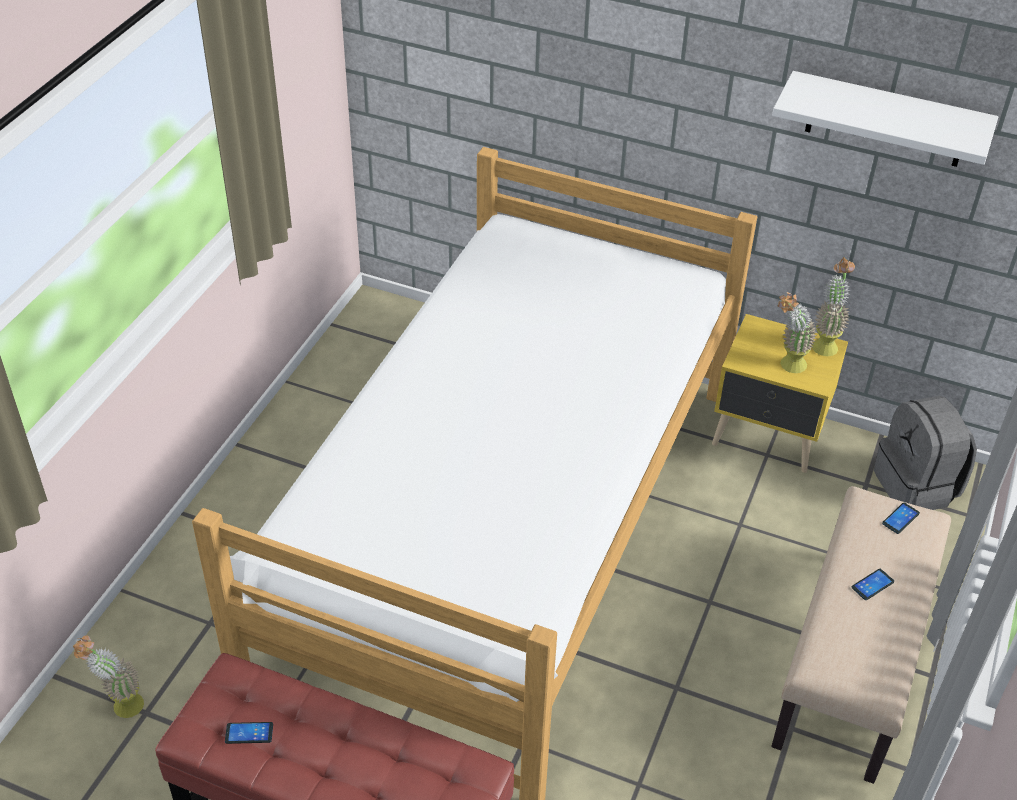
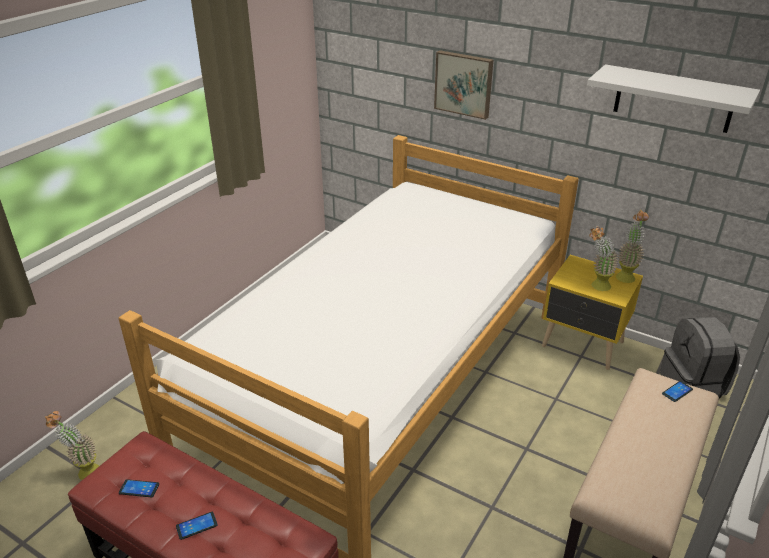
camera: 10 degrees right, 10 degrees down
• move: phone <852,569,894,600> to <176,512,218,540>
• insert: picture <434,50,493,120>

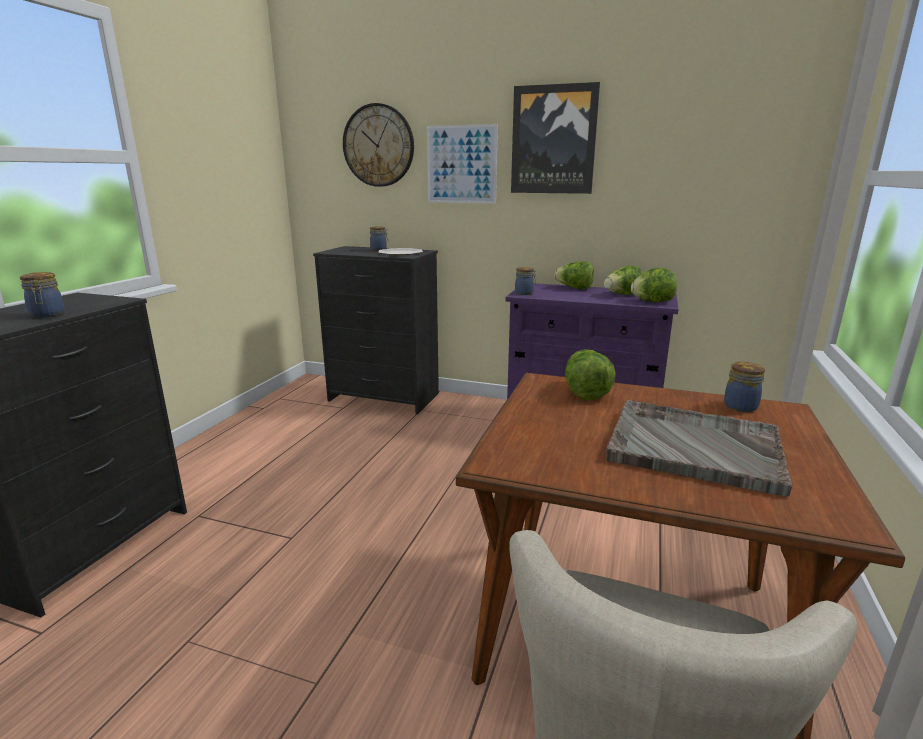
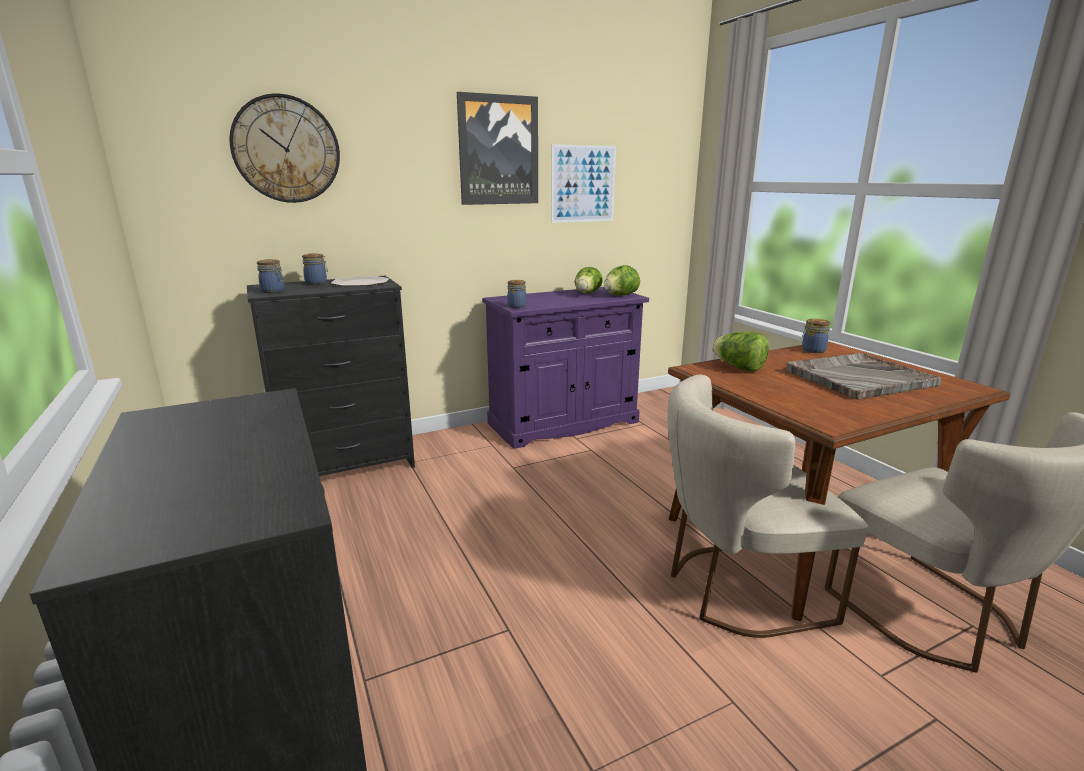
camera: 45 degrees left, 0 degrees up
• move: picture <427,124,498,204> to <551,144,616,223>
• delete: lettuce <554,261,594,289>
• move: jar <20,272,64,318> to <257,259,284,293>
• insert: beige chair <667,375,868,638>

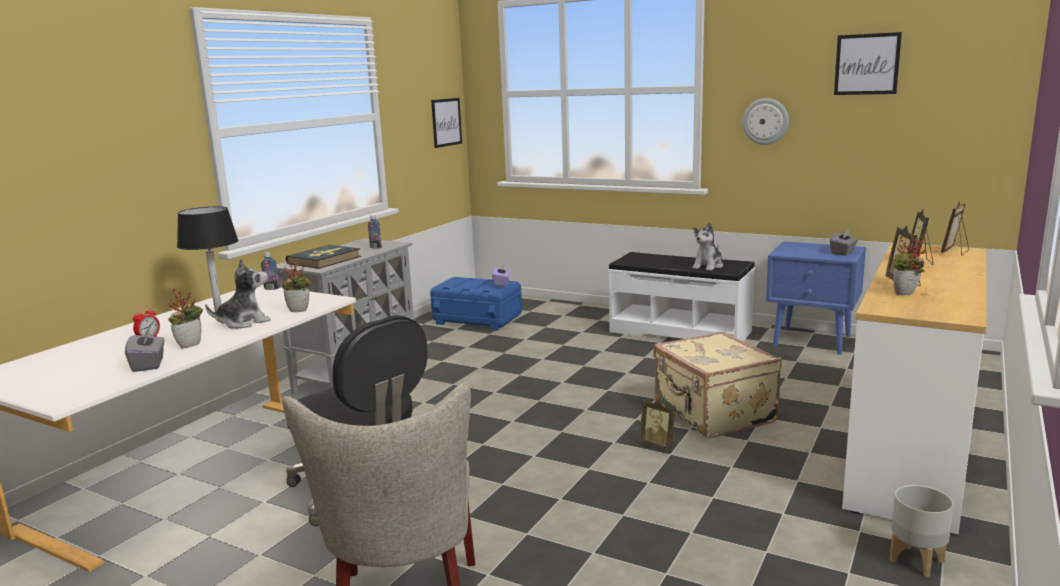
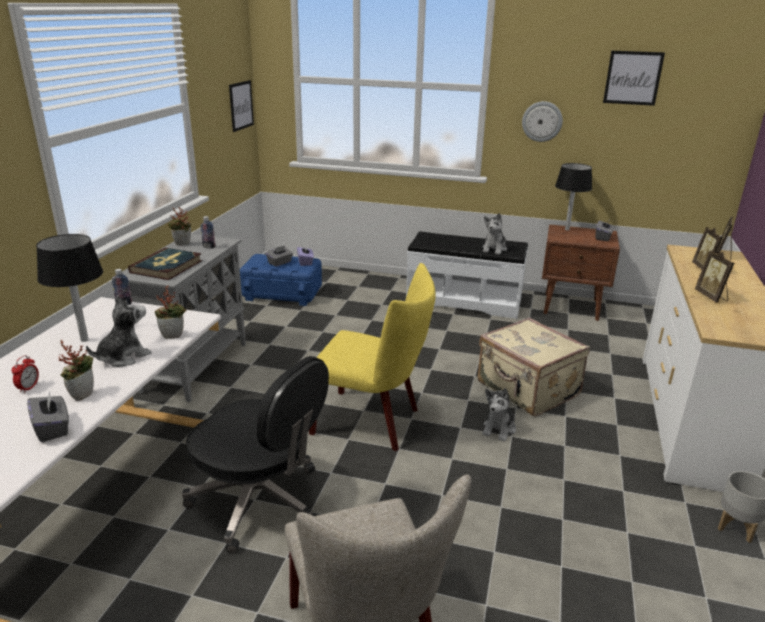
camera: 15 degrees left, 10 degrees up
• move: potted plant <892,235,926,295> to <168,207,191,245>
• recolor: blue nightstand <766,242,866,355> to brown nightstand <542,224,620,321>
• replace: picture frame <639,400,676,453> to plush toy <482,388,516,442>
• insert: black table lamp <555,163,592,230>
• insert: grey tissue box <266,245,293,266>
• insert: yellow chair <309,263,436,451>

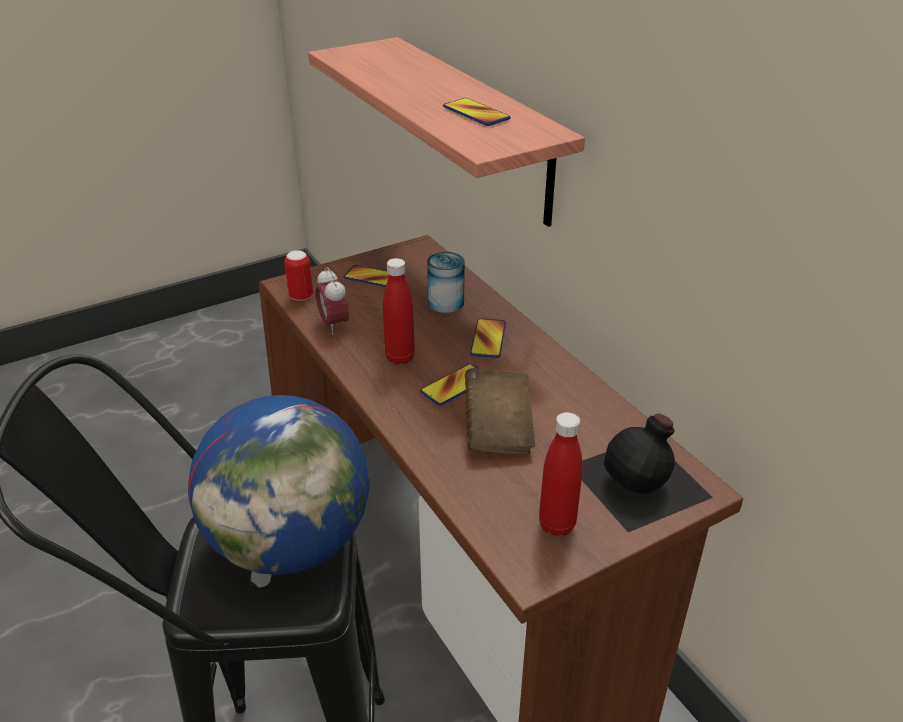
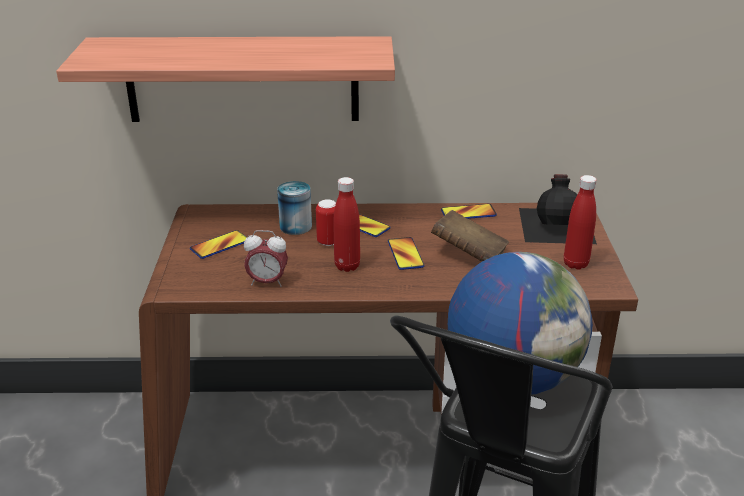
camera: 60 degrees left, 5 degrees down
• move: phone <443,98,511,126> to <441,204,497,219>
• move: can <284,250,313,301> to <316,199,336,246>

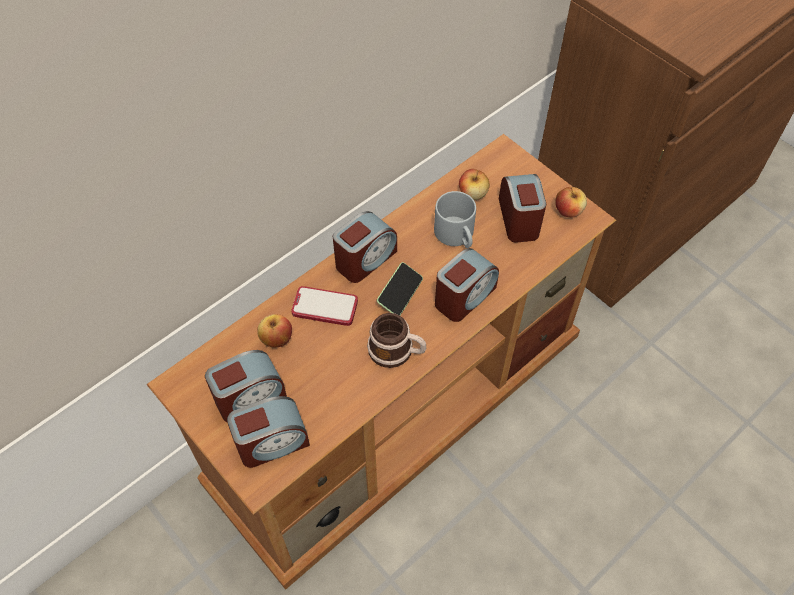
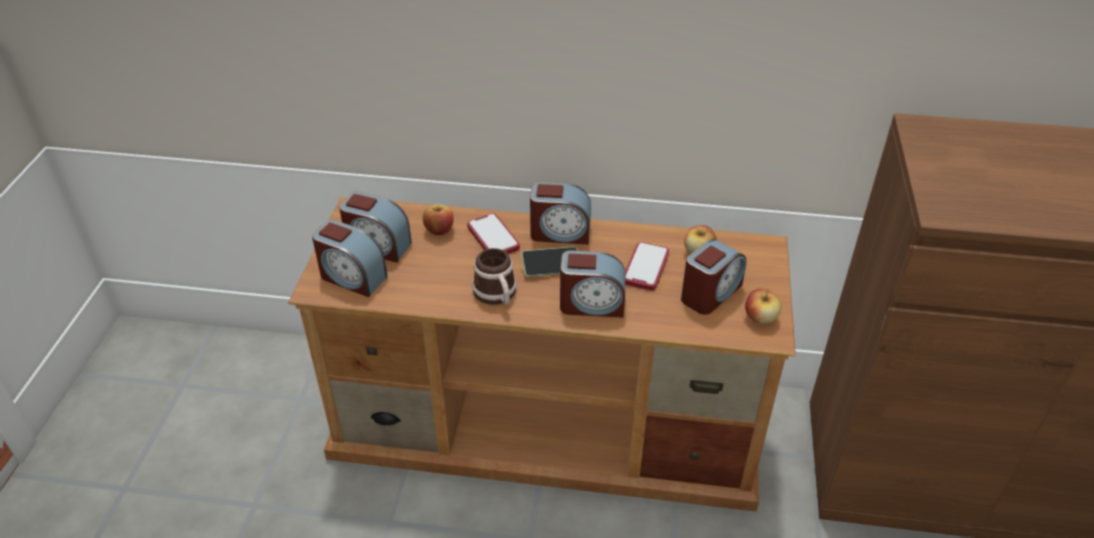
camera: 50 degrees right, 15 degrees down
• replace: grey mug <434,191,476,248> to phone <625,242,669,290>

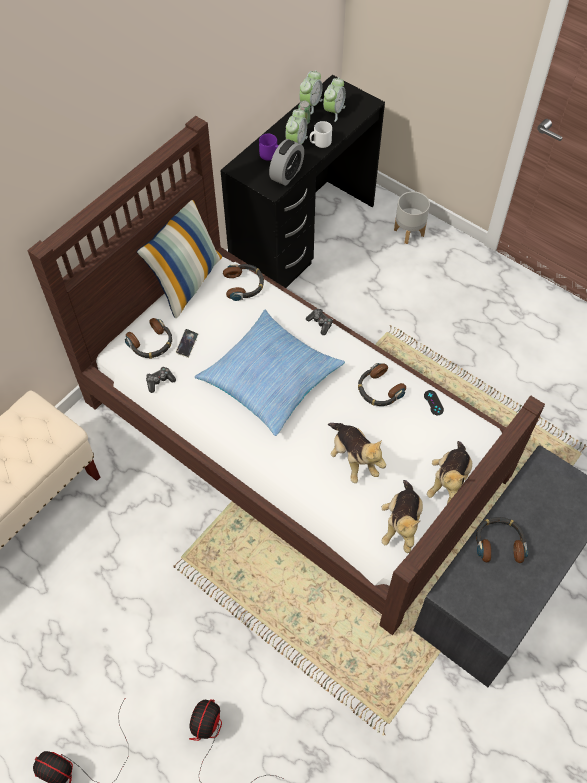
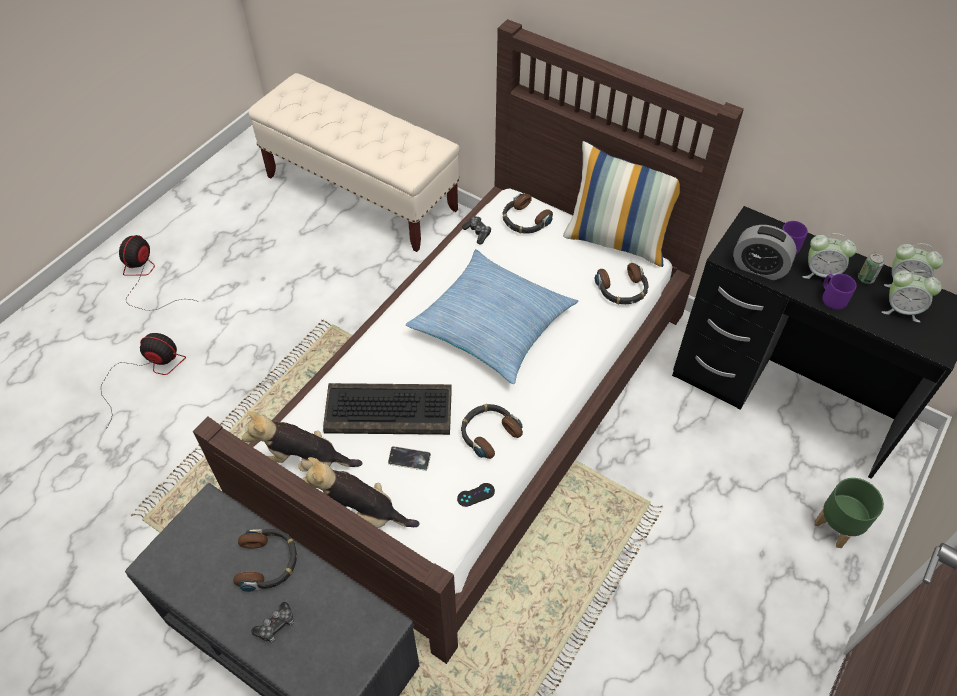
camera: 85 degrees right, 5 degrees down
• recolor: white mug <310,121,332,148> to purple mug <822,274,856,310>
• recolor: grey planter <394,191,430,244> to green planter <814,478,884,548>
• move: game controller <306,309,333,335> to <252,602,294,642>
• move: phone <175,329,198,358> to <388,446,431,471>
• replace: plush toy <328,423,386,483> to keyboard <323,383,452,435>

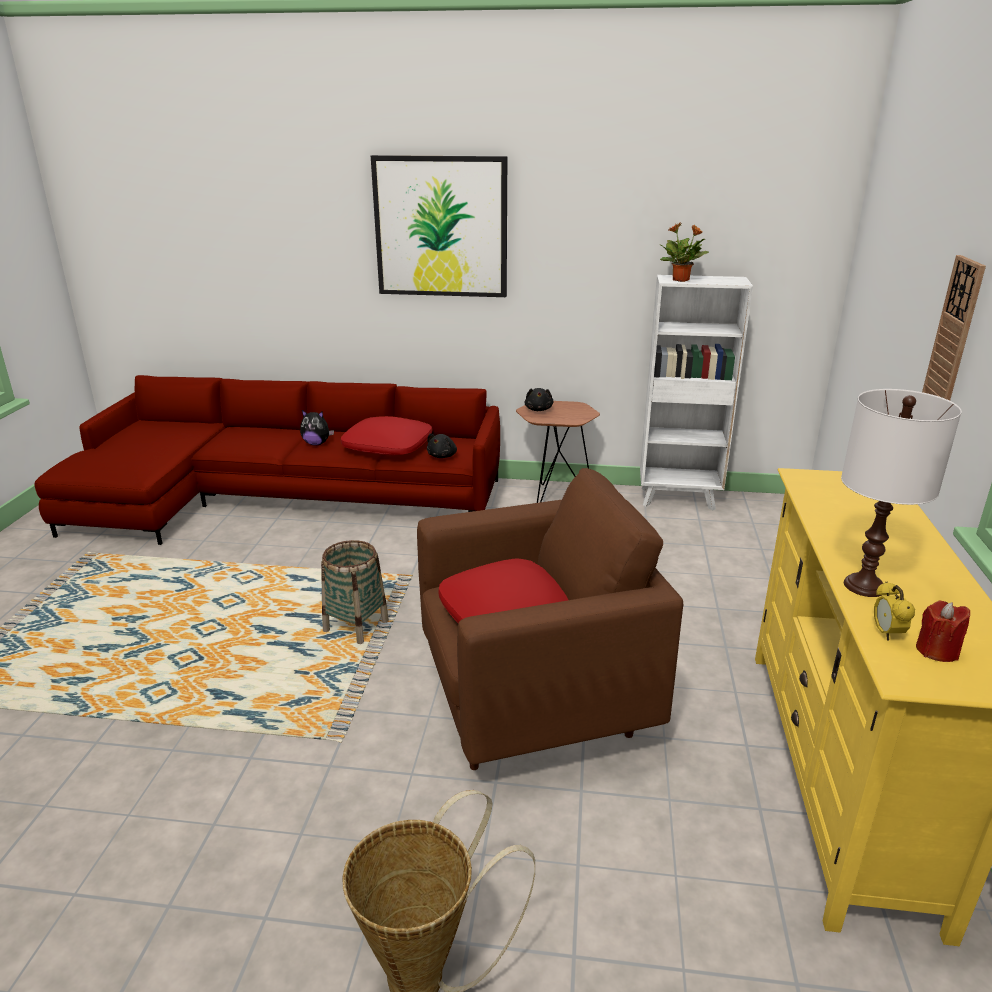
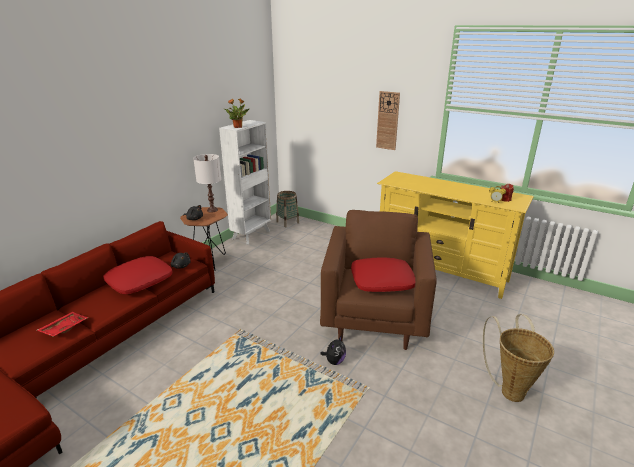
camera: 65 degrees left, 0 degrees up
• delete: picture <371,155,507,297>
• move: white table lamp <841,389,962,597> to <193,154,221,213>
• move: plush toy <300,410,334,446> to <320,336,346,365>
• move: basket <321,540,389,644> to <276,191,299,227>
• insert: red tray <37,312,88,337>

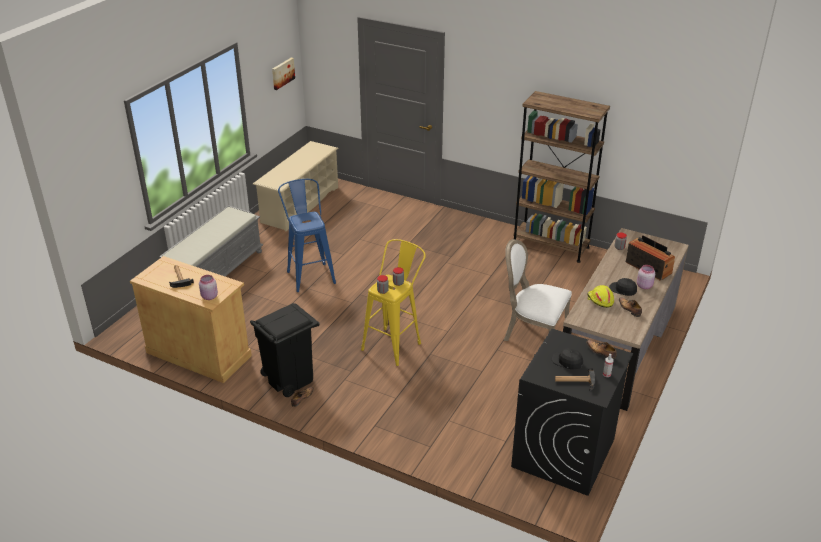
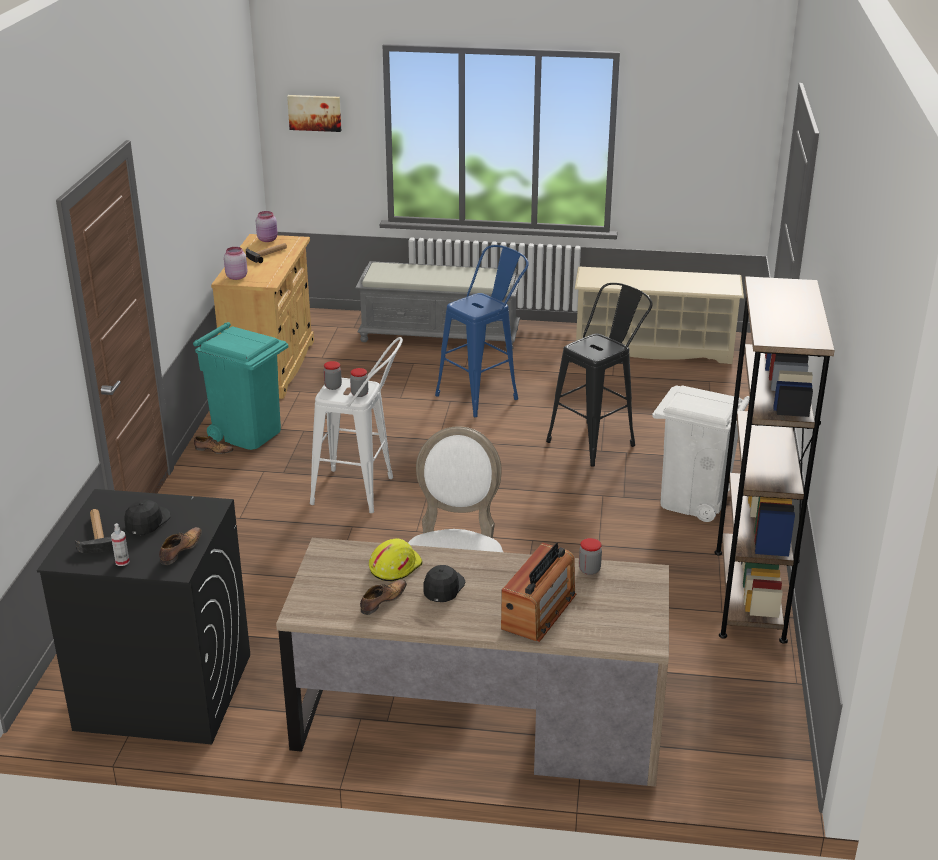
camera: 70 degrees right, 5 degrees down
• move: picture <272,58,295,90> to <287,95,341,132>
• recolor: yellow stool <361,239,426,366> to white stool <310,337,403,513>
• move: pink jar <637,265,655,289> to <256,211,278,242>
• recolor: black trash can <250,303,320,397> to turquoise trash can <193,322,288,450>
• insert: black stool <546,283,653,467>
• insert: white trash can <652,386,750,522>

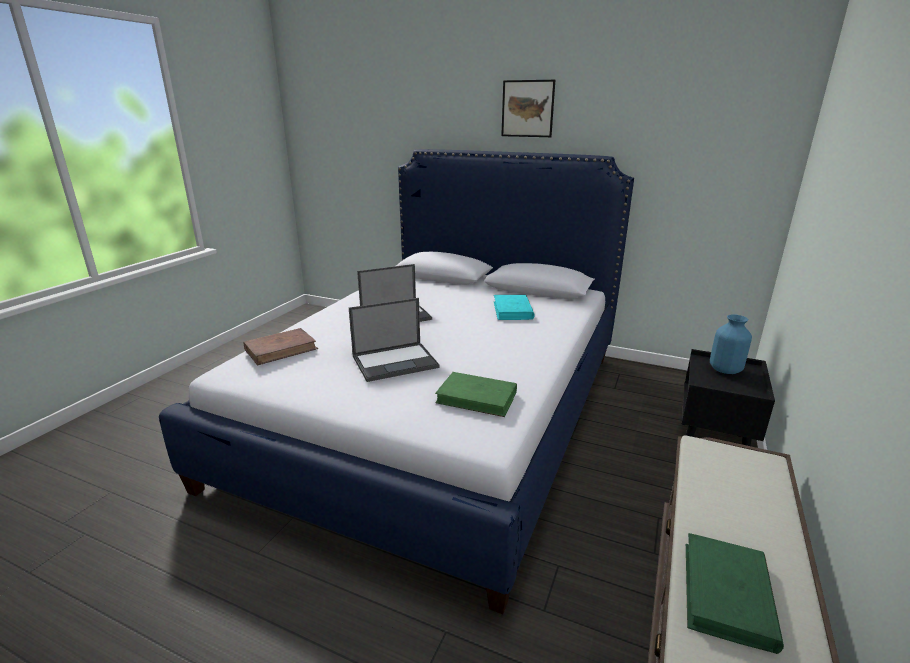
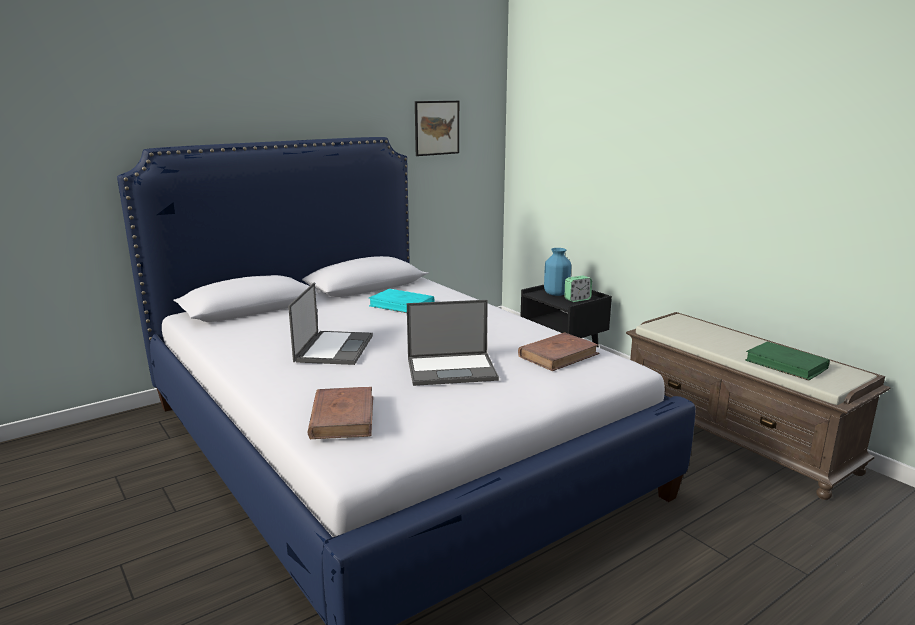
camera: 60 degrees left, 5 degrees down
• move: picture <501,80,555,137> to <415,101,459,156>
• rotate: laptop <349,298,440,382> = <407,300,499,386> 75 degrees clockwise
• recolor: green book <435,372,517,417> to brown book <518,332,599,371>
• insert: alarm clock <565,276,592,302>

